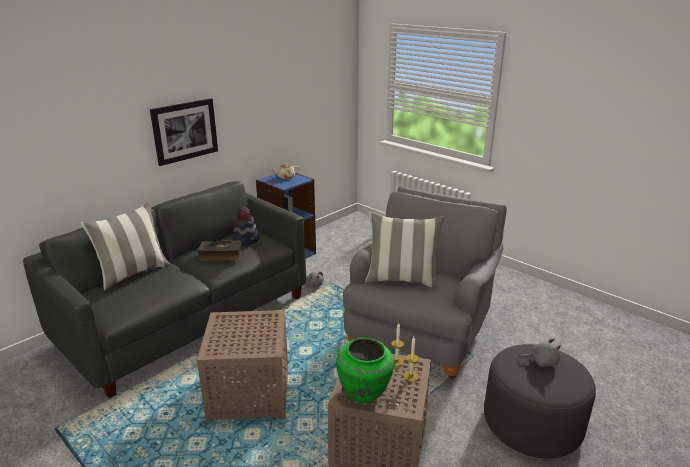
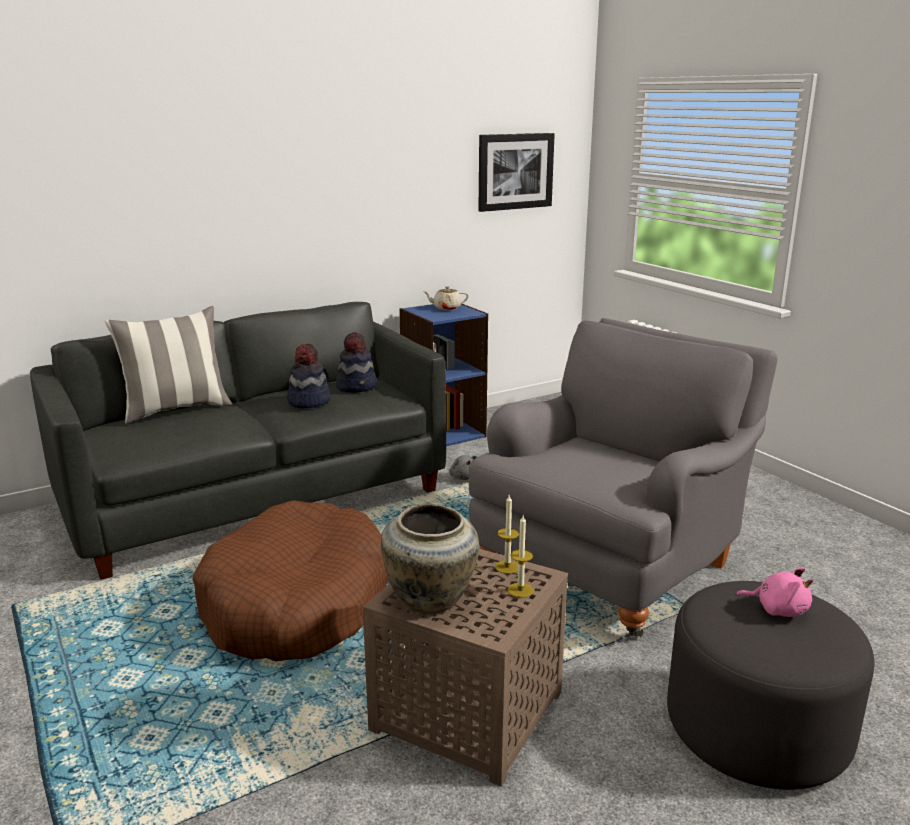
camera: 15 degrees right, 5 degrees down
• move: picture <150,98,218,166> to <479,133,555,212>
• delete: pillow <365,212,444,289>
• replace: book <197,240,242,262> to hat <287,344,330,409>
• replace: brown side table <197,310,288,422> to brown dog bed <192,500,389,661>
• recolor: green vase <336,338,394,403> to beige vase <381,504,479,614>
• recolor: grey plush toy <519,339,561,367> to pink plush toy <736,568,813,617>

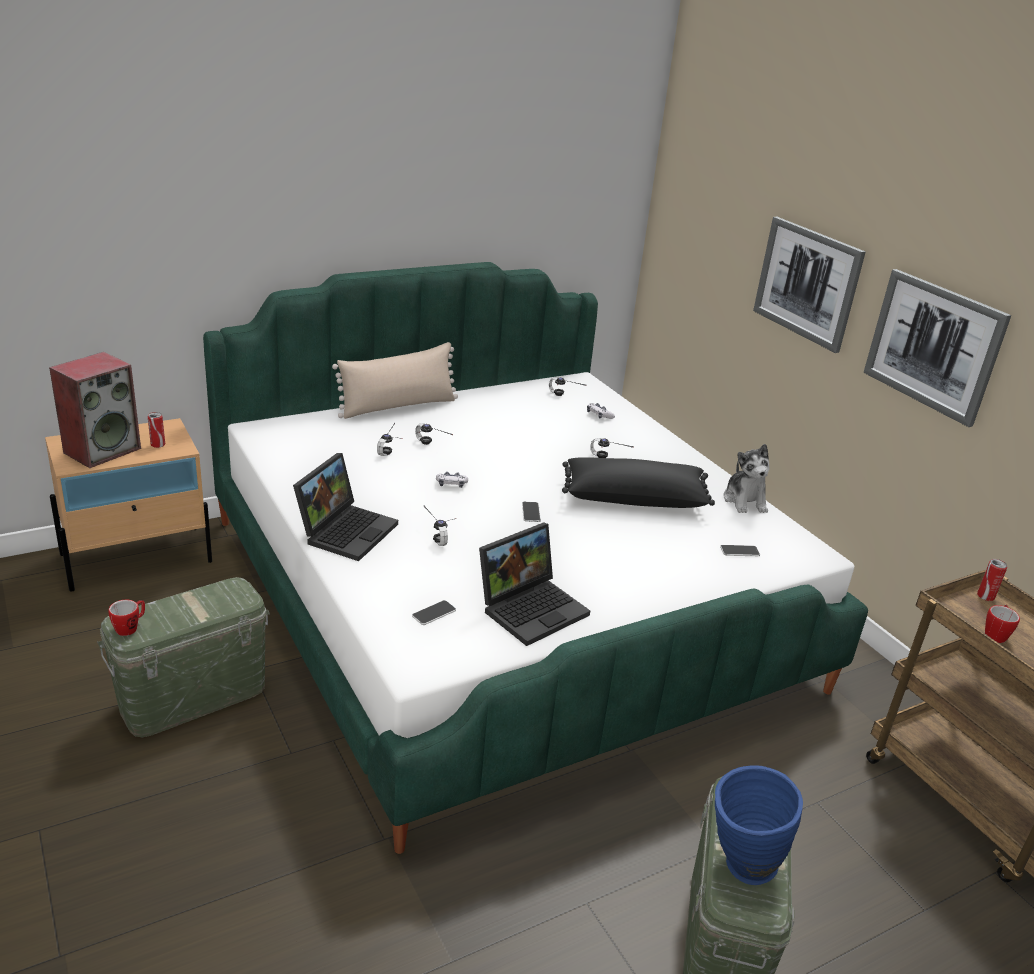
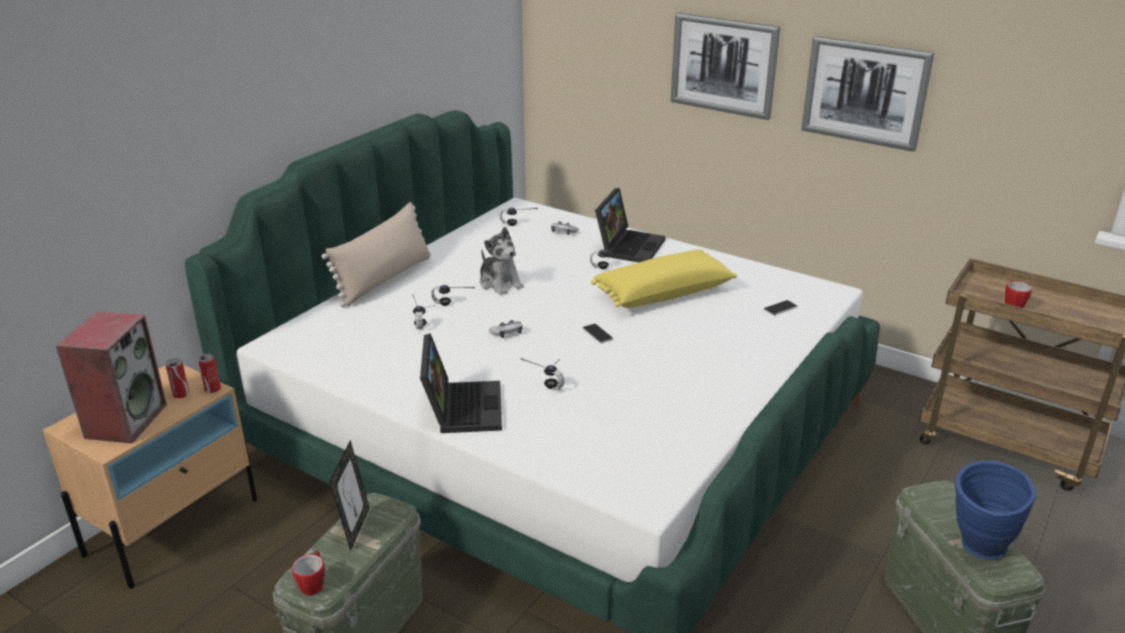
camera: 25 degrees left, 0 degrees up
• move: plush toy <724,444,770,513> to <480,227,524,295>
• recolor: black pillow <562,457,715,508> to yellow pillow <591,250,737,308>
• move: laptop <479,522,590,646> to <595,188,666,262>
• move: can <977,559,1007,601> to <198,354,221,393>
• delete: phone <412,600,456,625>
• insert: picture frame <329,440,370,551>

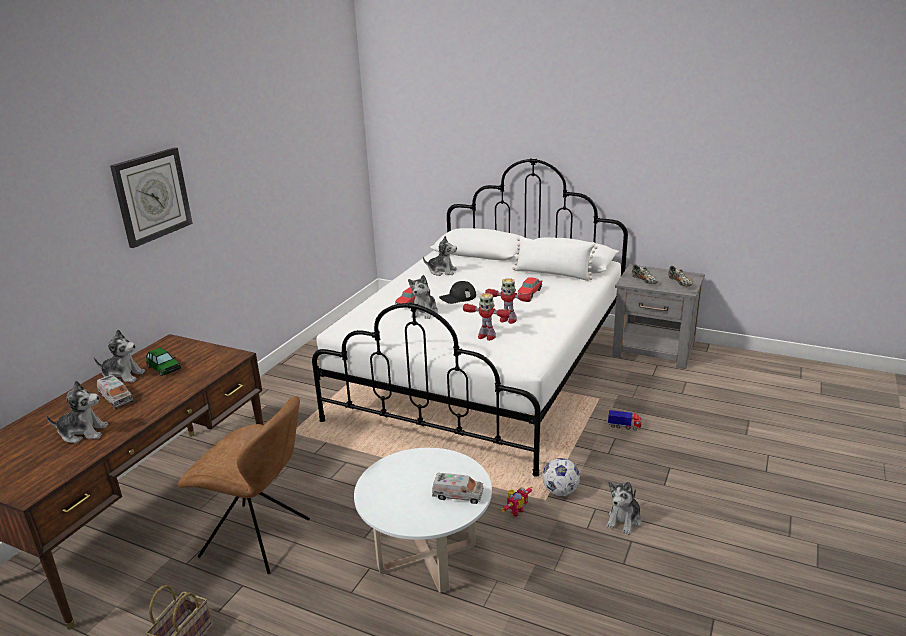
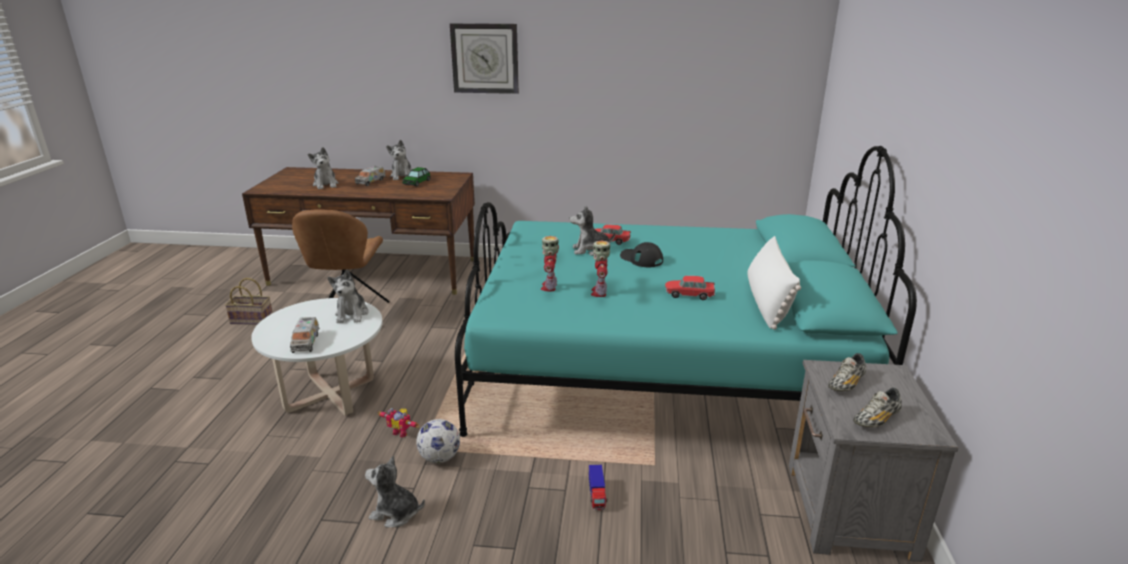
camera: 70 degrees right, 0 degrees up
• recolor: white bed <312,158,628,477> to turquoise bed <455,146,917,437>
• move: plush toy <423,236,457,276> to <328,270,369,323>

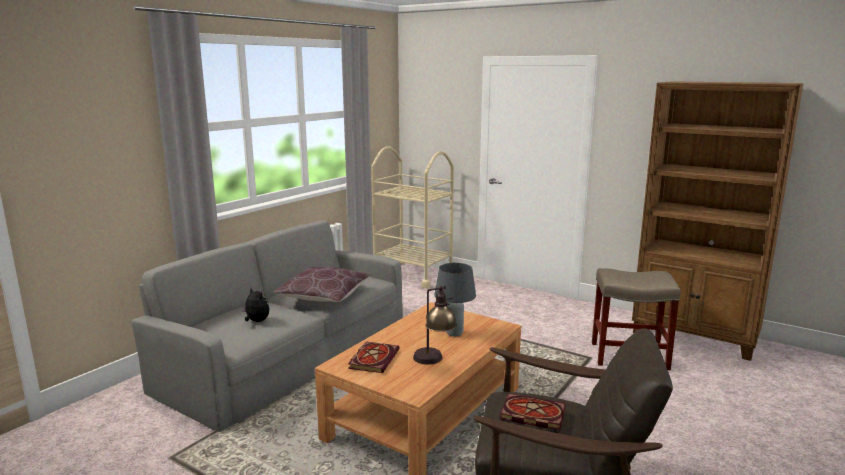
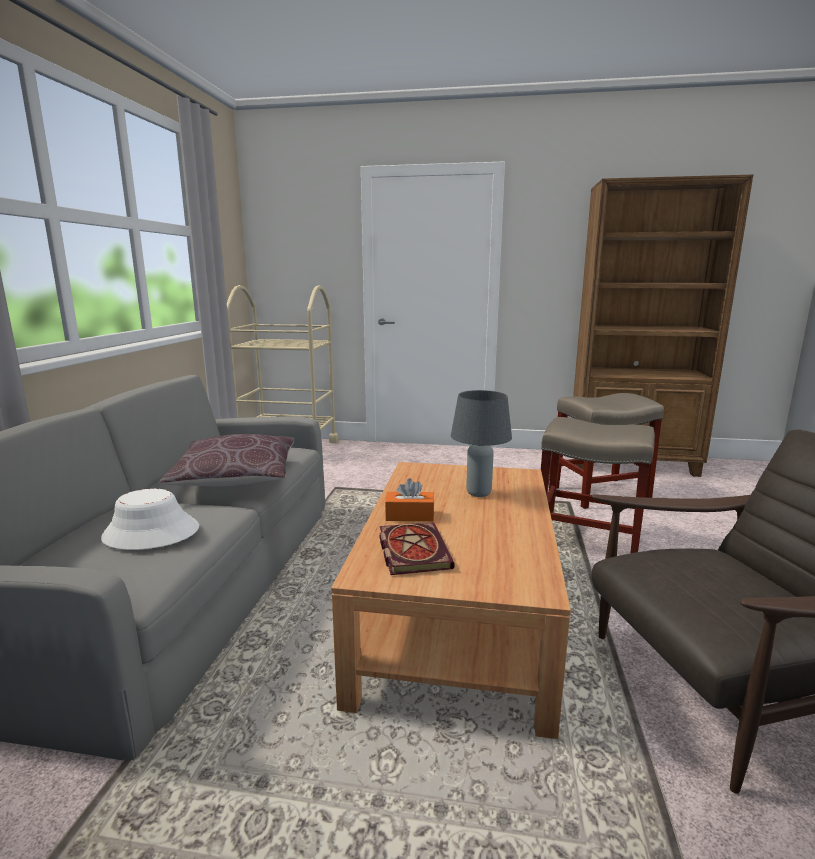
camera: 25 degrees left, 0 degrees up
• delete: table lamp <413,286,457,365>
• replace: plush toy <242,288,269,322> to white hat <101,489,199,550>
• delete: book <500,393,566,430>
• insert: beige stool <541,417,655,554>
• insert: orange tissue box <385,478,434,521>

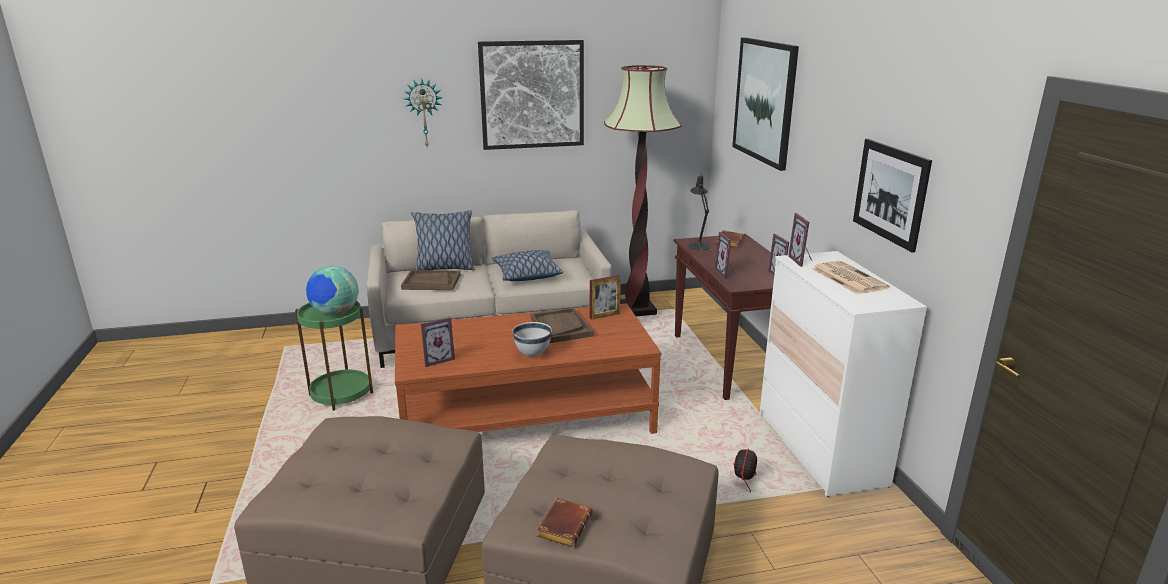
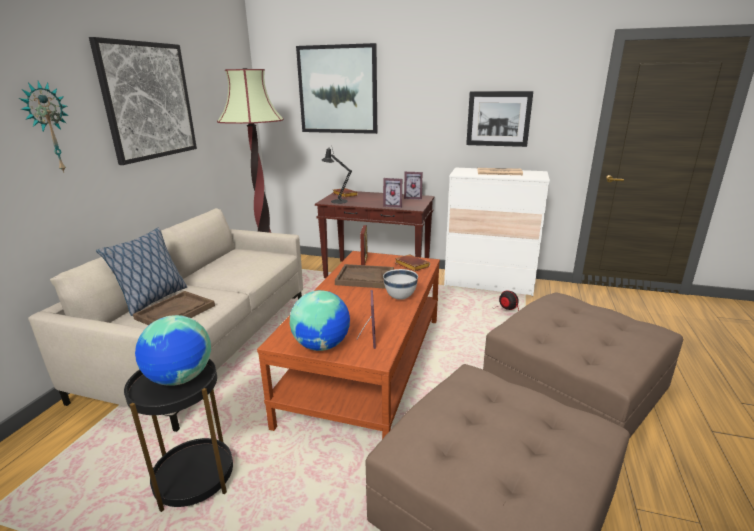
camera: 60 degrees left, 0 degrees up
• delete: picture frame <788,213,812,267>
• delete: pillow <492,250,563,281>
• recolor: green side table <295,301,373,411> to black side table <124,359,233,512>
• move: brown book <537,498,592,547> to <395,254,430,271>
• insert: globe <290,290,350,351>

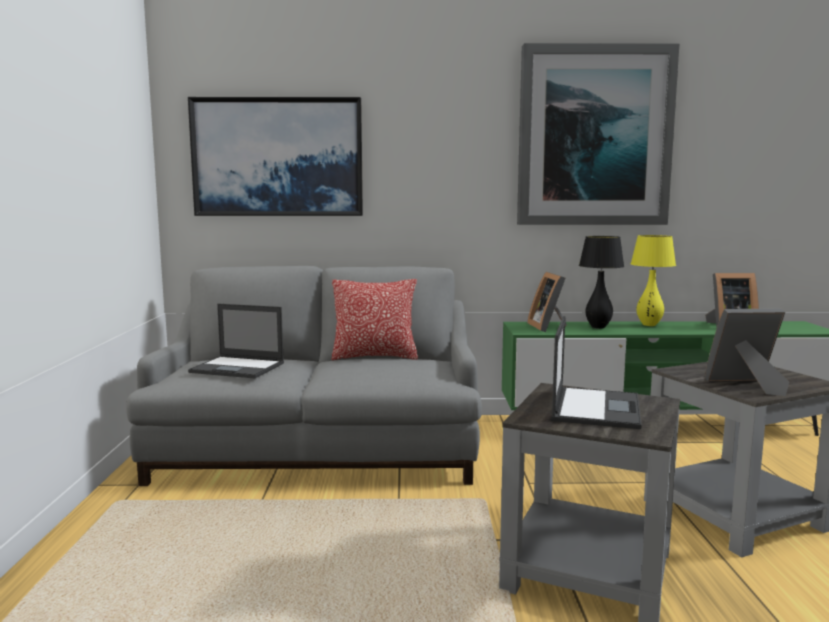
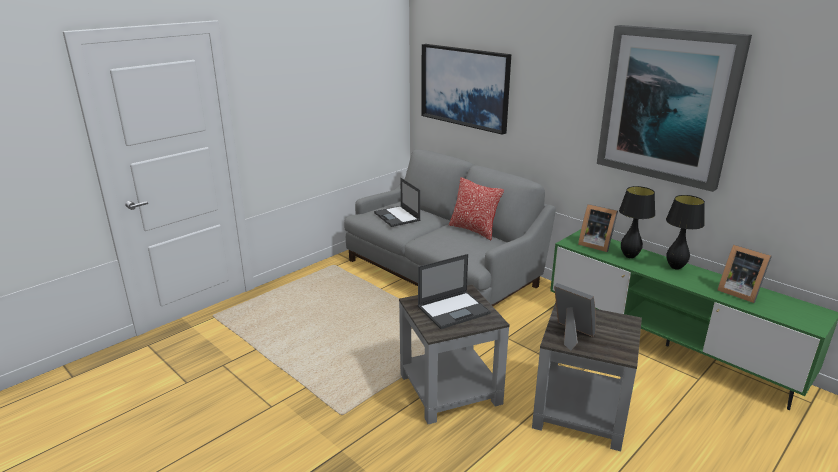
camera: 45 degrees right, 15 degrees up
• recolor: yellow table lamp <631,235,676,326> to black table lamp <666,195,705,270>
• rotate: picture frame <527,272,567,332> = <578,204,618,252> 90 degrees counterclockwise

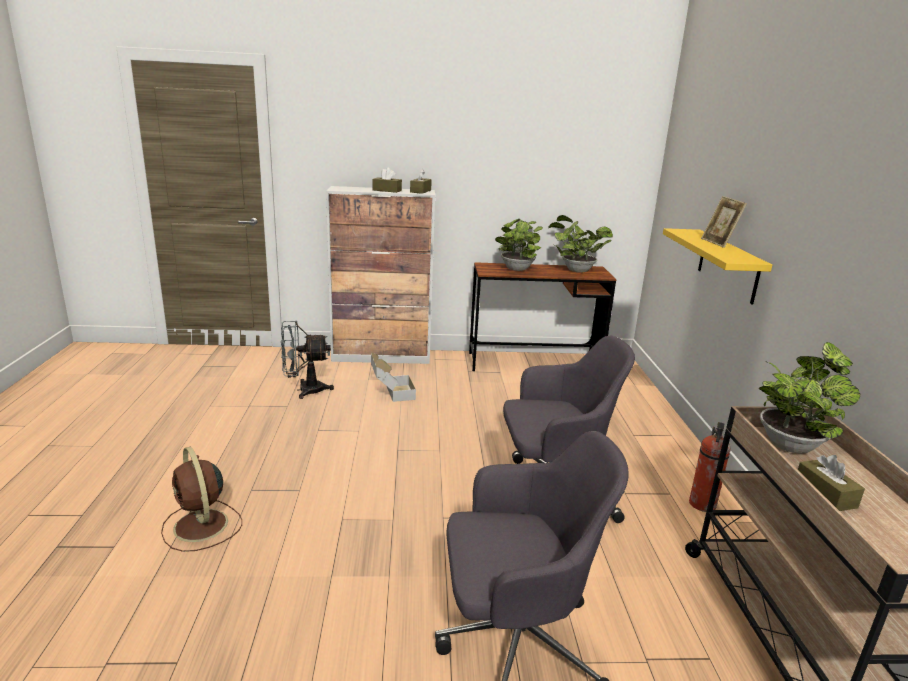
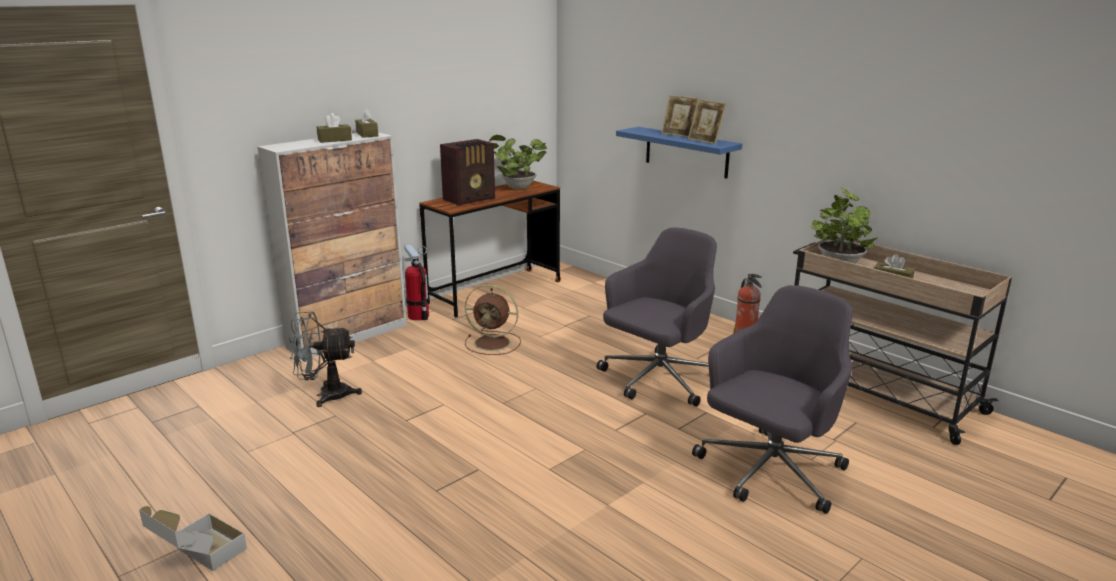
camera: 40 degrees left, 0 degrees up
• replace: potted plant <495,219,543,271> to radio <440,139,495,206>
• recolor: yellow shelf <663,228,772,304> to blue shelf <616,127,742,179>
• rotate: grey fan <281,321,334,399> = <289,312,362,407> 45 degrees clockwise
• move: cardboard box <371,353,416,402> to <139,506,247,571>
• move: brown fan <161,447,242,552> to <465,285,521,355>
• insert: picture frame <688,99,727,144>
• insert: fire extinguisher <404,245,429,320>

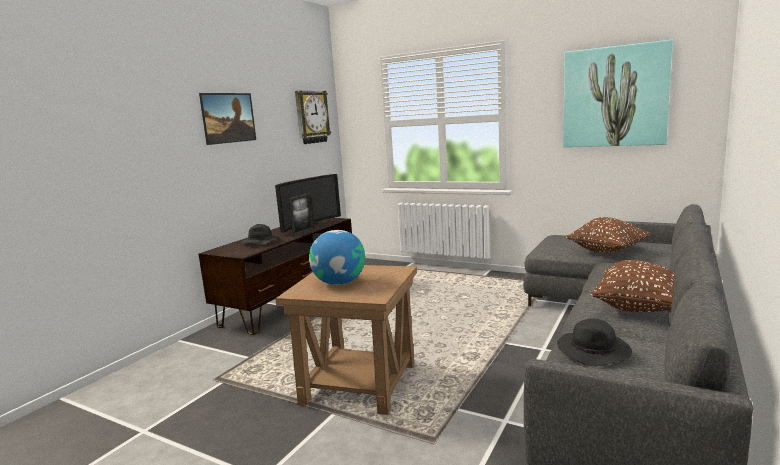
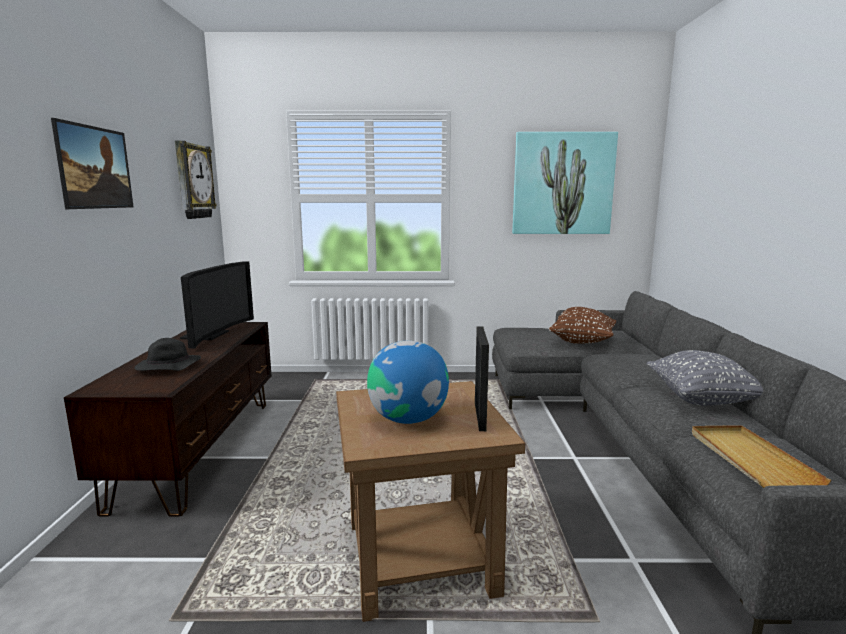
camera: 30 degrees left, 0 degrees up
• move: picture frame <289,193,315,237> to <475,327,489,431>
• recolor: brown pillow <591,260,675,312> to grey pillow <647,350,763,406>
• replace: black hat <557,319,632,366> to beige tray <692,425,832,488>

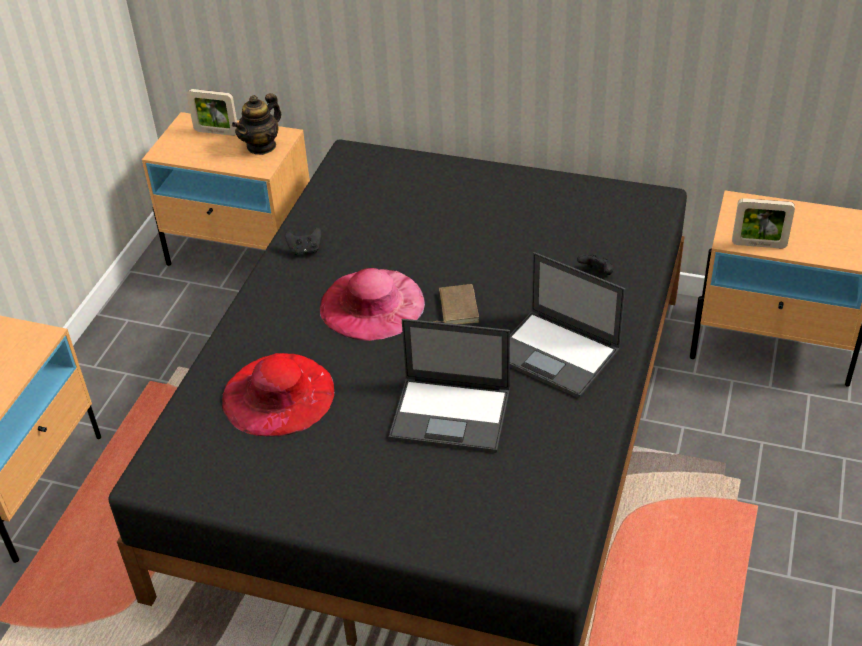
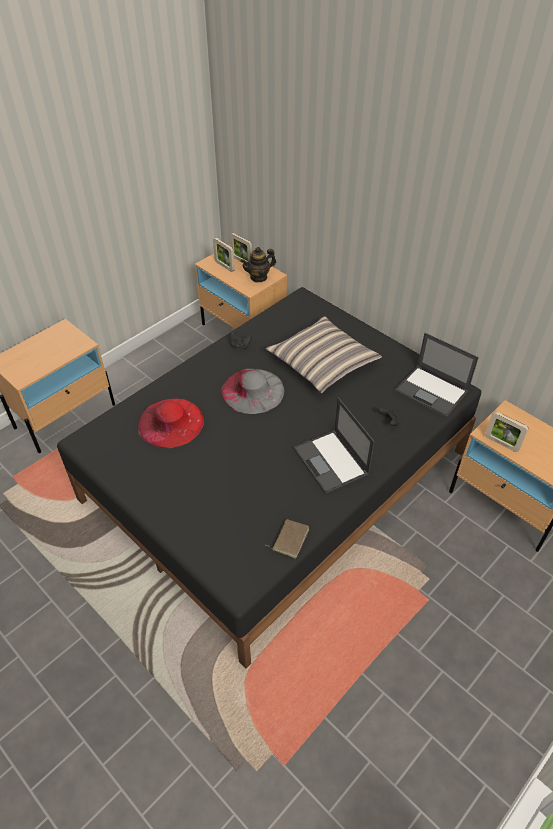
camera: 25 degrees right, 5 degrees up
• recolor: pink hat <320,268,425,341> to grey hat <222,369,284,414>
• move: brown book <433,284,479,324> to <266,519,309,558>
• move: laptop <389,319,510,453> to <395,333,479,418>
• insert: picture frame <213,238,235,272>
• insert: pillow <266,316,382,394>

